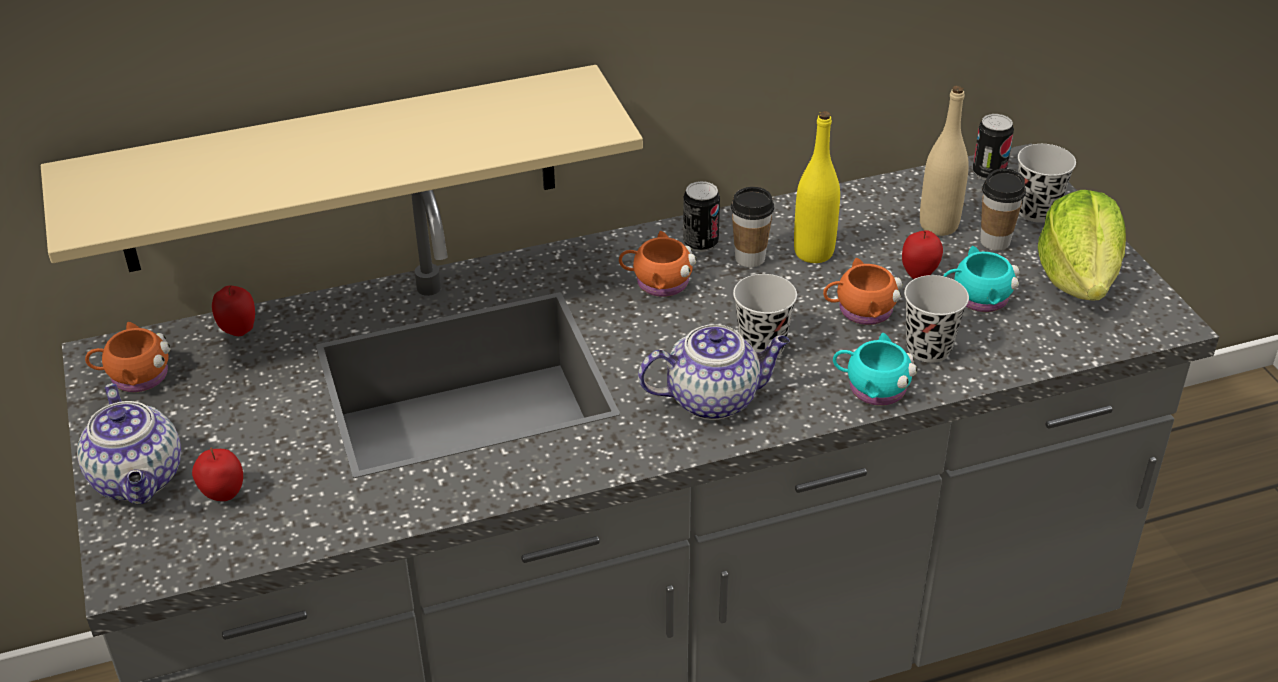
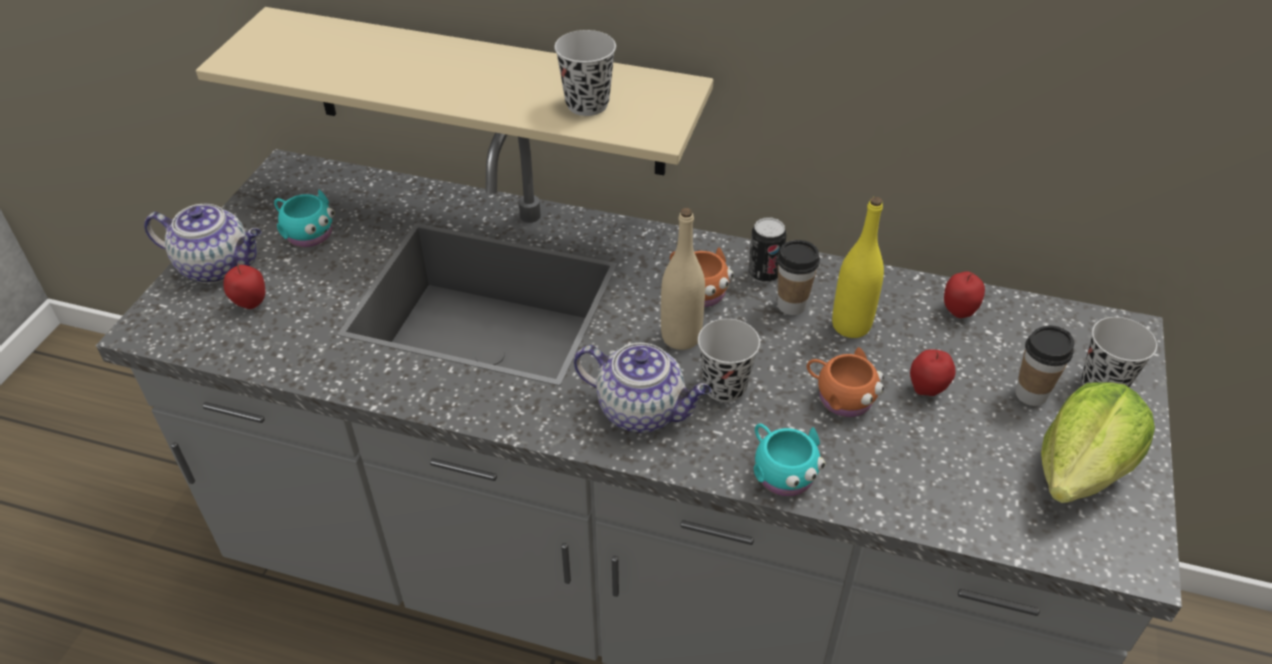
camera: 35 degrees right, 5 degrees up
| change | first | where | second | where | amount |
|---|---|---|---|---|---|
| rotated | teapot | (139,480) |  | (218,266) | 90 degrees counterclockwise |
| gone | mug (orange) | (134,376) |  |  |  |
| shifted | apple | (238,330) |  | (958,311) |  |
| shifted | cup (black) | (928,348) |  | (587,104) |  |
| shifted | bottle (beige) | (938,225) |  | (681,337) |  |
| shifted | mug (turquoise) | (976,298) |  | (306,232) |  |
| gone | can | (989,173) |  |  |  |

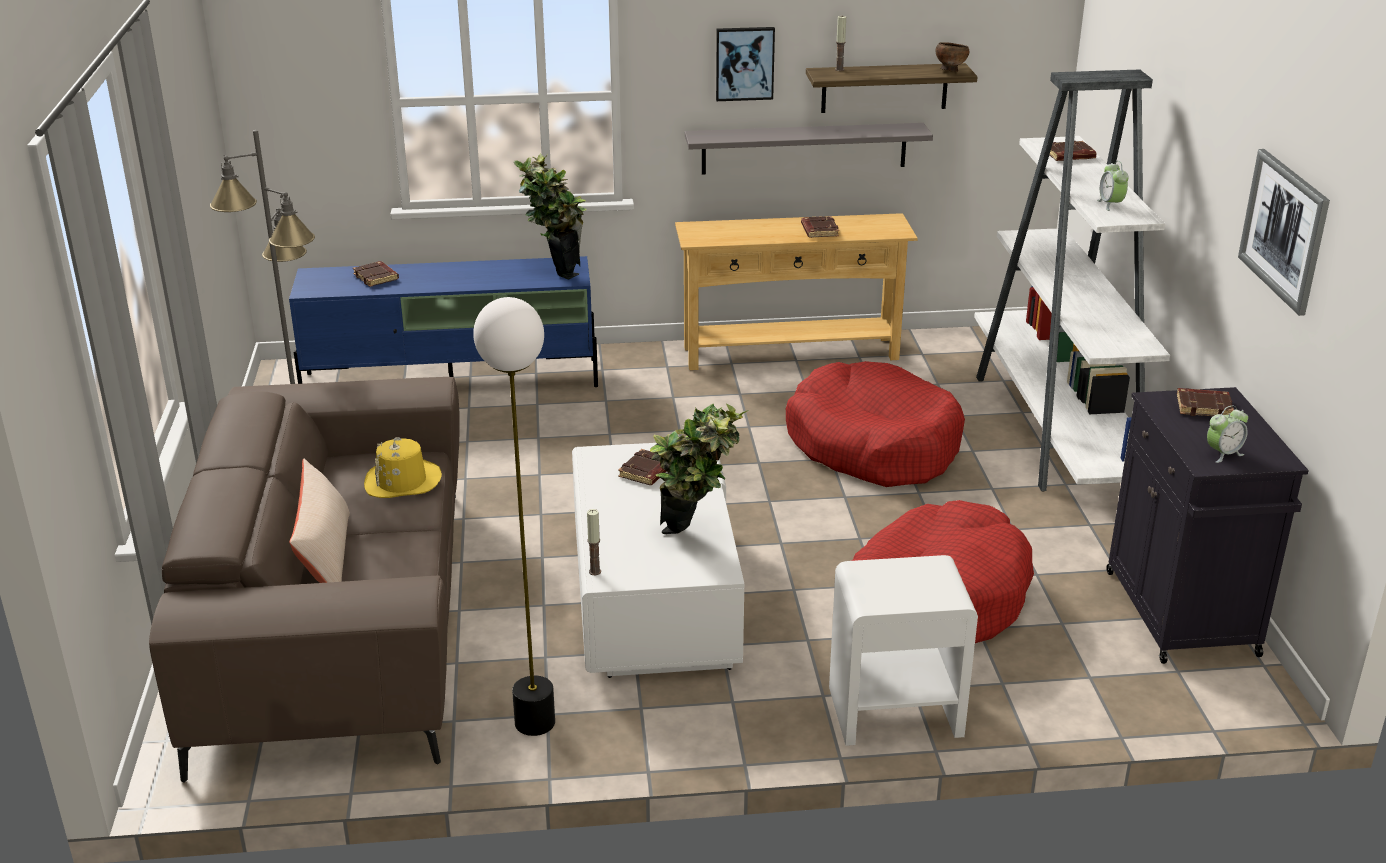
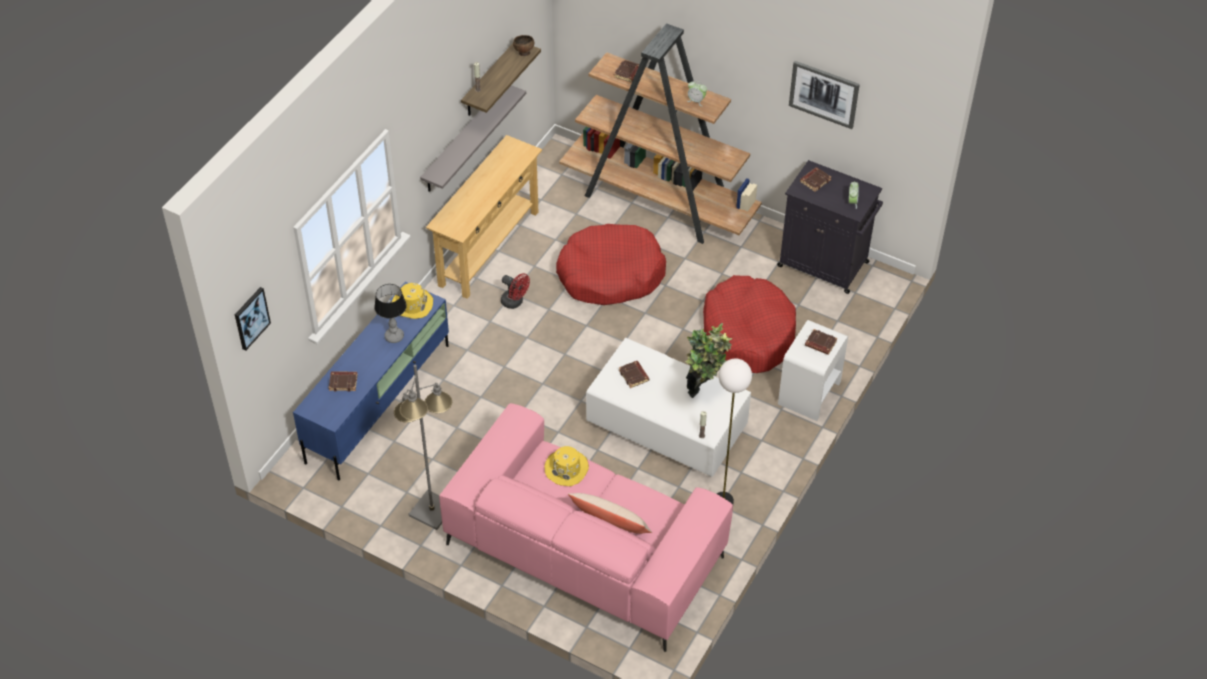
camera: 55 degrees left, 20 degrees up
| change | first | where | second | where | amount |
|---|---|---|---|---|---|
| repainted | sofa (brown) | (339,620) | sofa (pink) | (585,549) |  |
| swapped | potted plant | (554,271) | hat (yellow) | (412,304) |  |
| shifted | picture | (744,63) |  | (251,318) |  |
| shifted | book (brown) | (819,230) |  | (820,344) |  |
| repainted | bookcase (white) | (1057,430) | bookcase (brown) | (659,202) |  |
| new |  |  | table lamp | (394,337) |  |
| new |  |  | fan (red) | (515,302) |  |

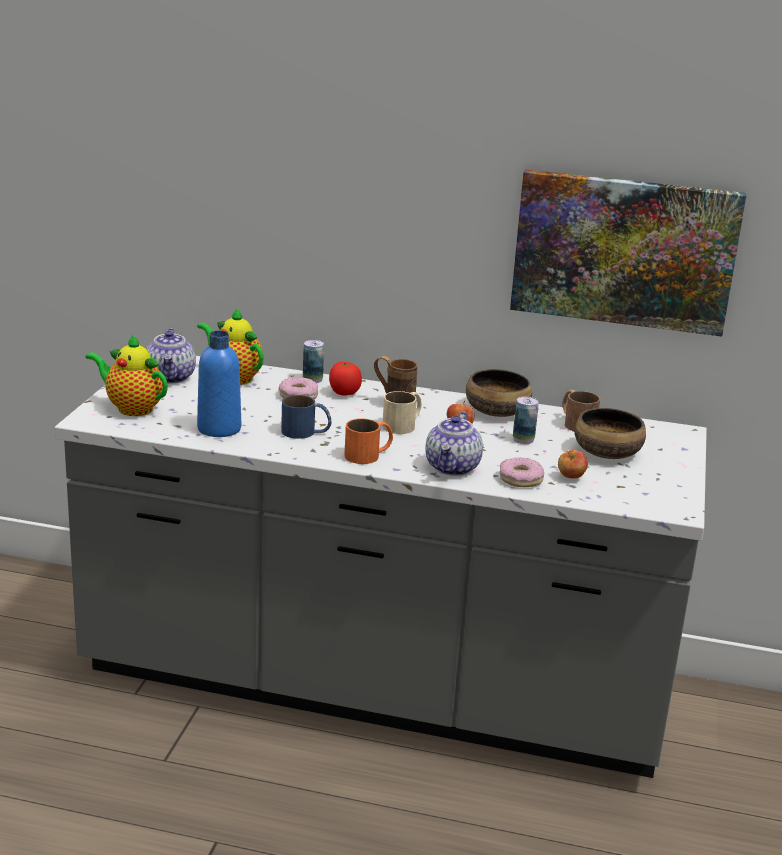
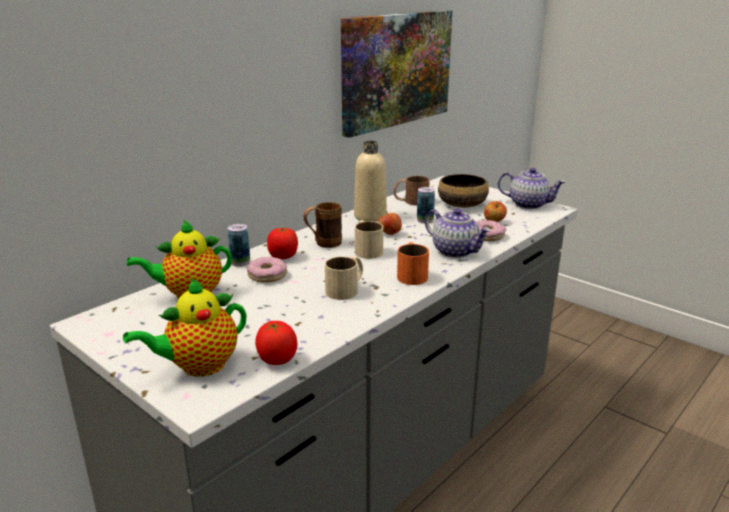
camera: 60 degrees left, 0 degrees up
| change | first | where | second | where | amount |
|---|---|---|---|---|---|
| shifted | teapot | (171,377) |  | (529,204) |  |
| gone | bottle (blue) | (219,429) |  |  |  |
| repainted | mug (blue) | (306,432) | mug (beige) | (346,289) |  |
| swapped | bowl | (496,410) | bottle (beige) | (370,216) |  |
| new |  |  | tomato | (277,360) |  |

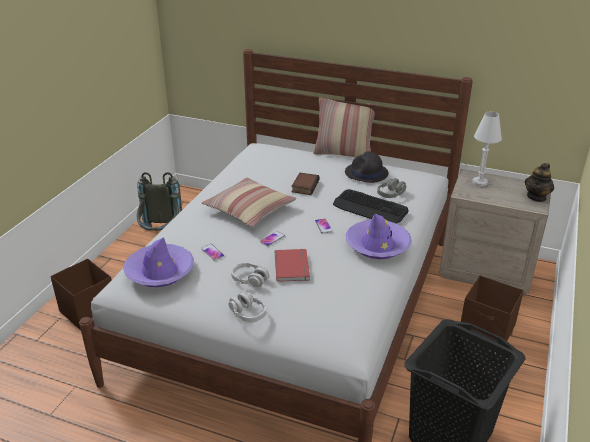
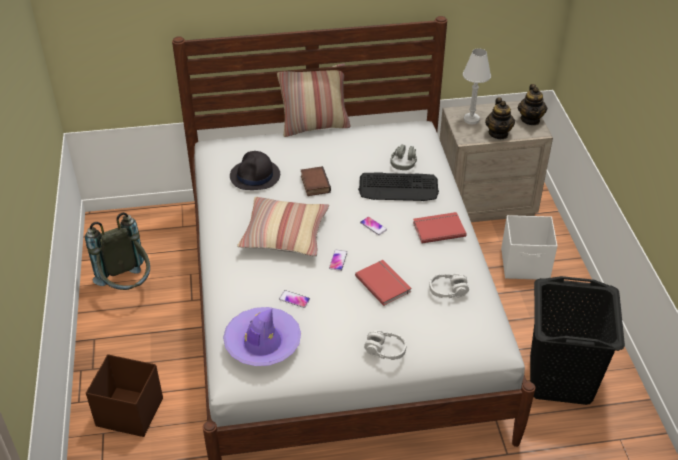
camera: 30 degrees left, 10 degrees up
| change | first | where | second | where | amount |
|---|---|---|---|---|---|
| shifted | headphones (grey) | (250,279) |  | (448,290) |  |
| shifted | hat (black) | (366,173) |  | (255,176) |  |
| swapped | hat (purple) | (377,245) | book (red) | (438,228) |  |
| repainted | storage box (brown) | (487,330) | storage box (white) | (525,265) |  |
| new |  |  | teapot | (498,133) |  |

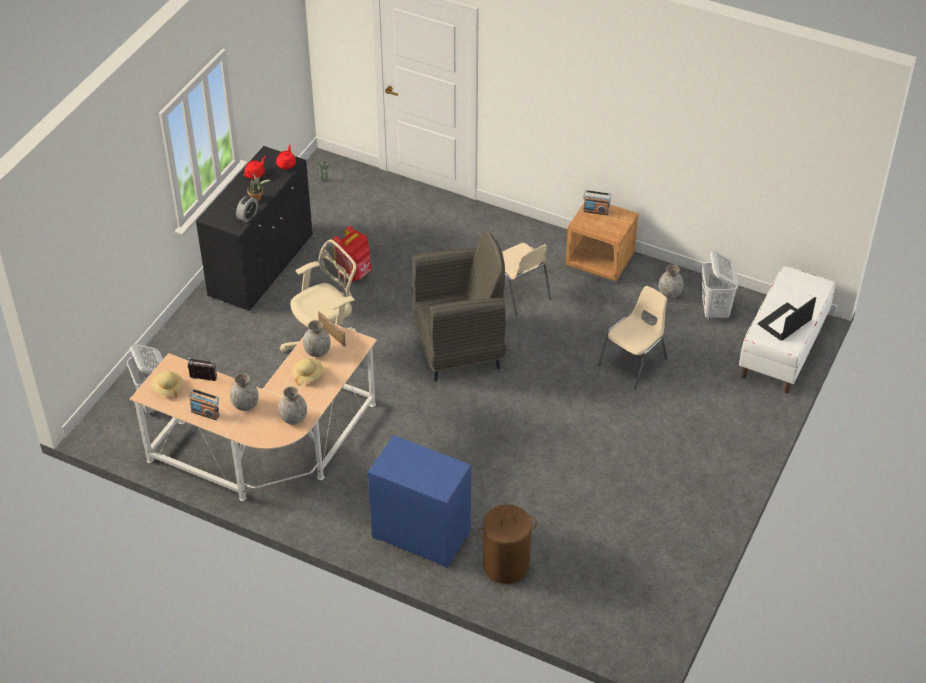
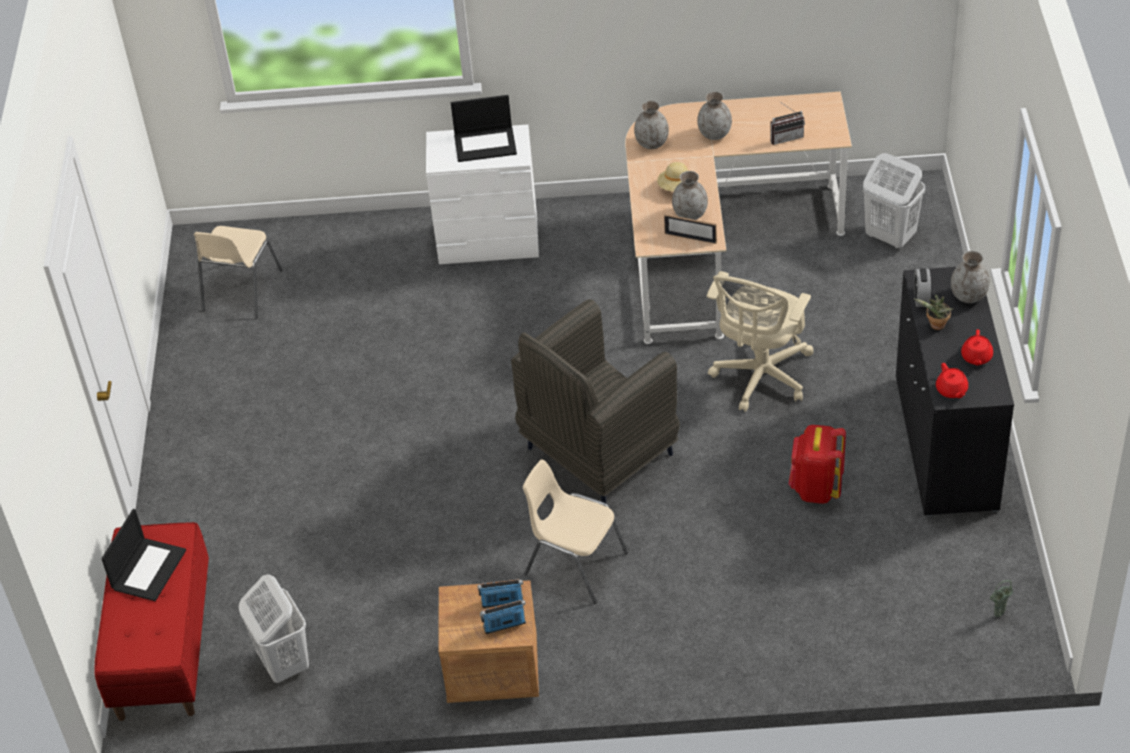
camera: 155 degrees right, 0 degrees up
| change | first | where | second | where | amount |
|---|---|---|---|---|---|
| gone | hat (beige) | (168,388) |  |  |  |
| shifted | radio | (205,413) |  | (502,602) |  |
| repainted | dresser (blue) | (421,534) | dresser (white) | (489,242) |  |
| gone | laundry basket (brown) | (505,565) |  |  |  |
| shifted | chair (beige) | (634,363) |  | (240,291) |  |
| shifted | vase (grey) | (669,293) |  | (968,296) |  |
| repainted | bench (white) | (783,349) | bench (red) | (163,646) |  |
| new |  |  | laptop | (486,144) |  |

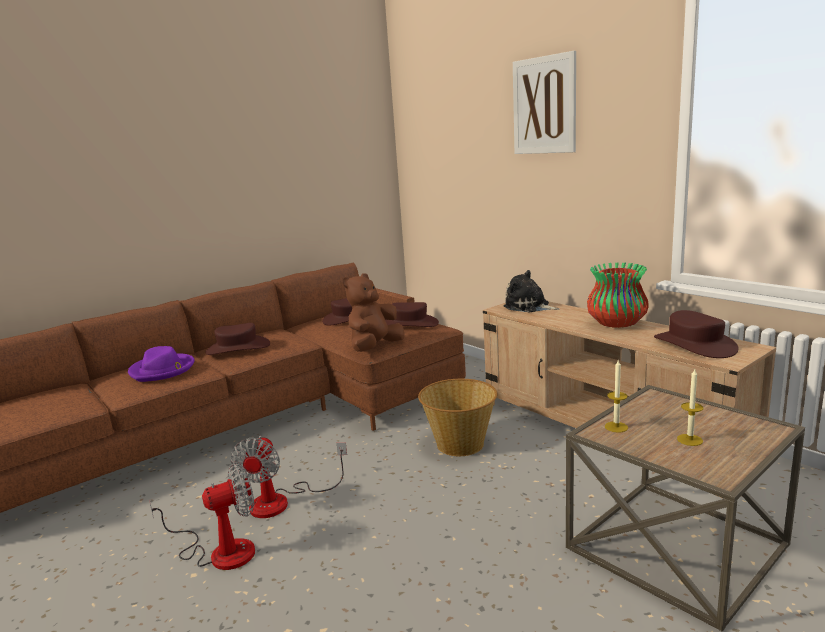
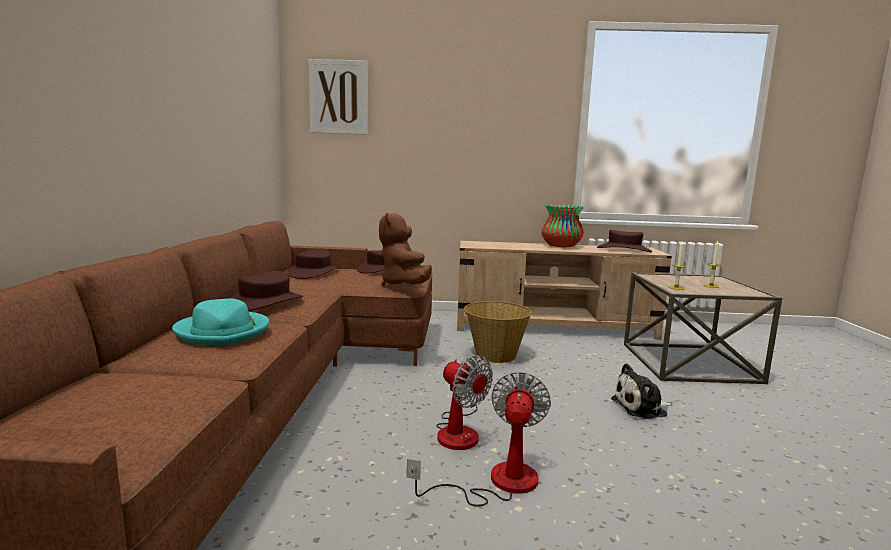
camera: 50 degrees left, 5 degrees down
| change | first | where | second | where | amount |
|---|---|---|---|---|---|
| repainted | hat (purple) | (162,370) | hat (turquoise) | (223,331) |  |
| shifted | plush toy | (528,307) |  | (642,408) |  |
| shifted | picture | (544,105) |  | (338,97) |  |

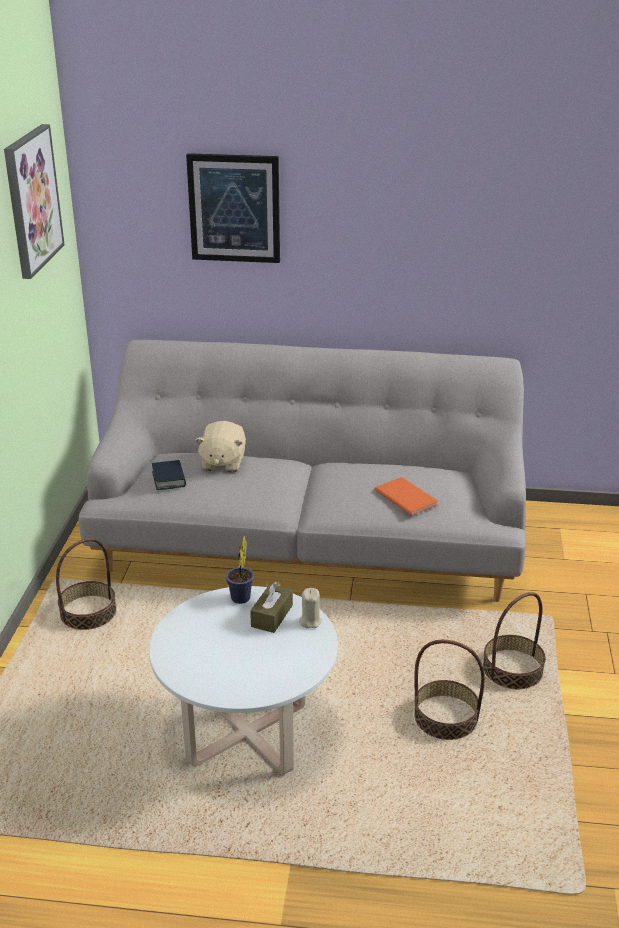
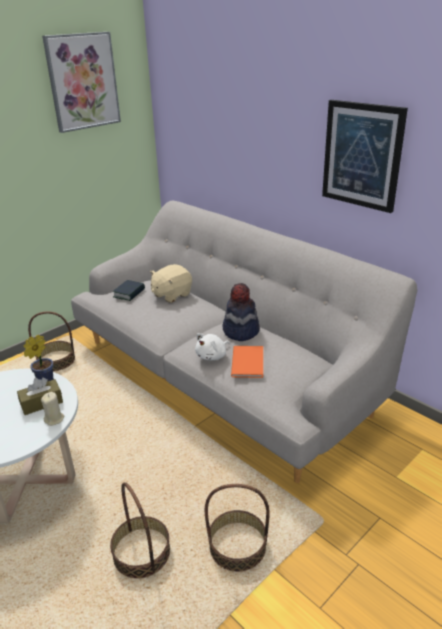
camera: 40 degrees right, 0 degrees up
| change | first | where | second | where | amount |
|---|---|---|---|---|---|
| shifted | picture | (234,208) |  | (362,155) |  |
| new |  |  | plush toy (white) | (212,356) |  |
| new |  |  | hat | (240,331) |  |

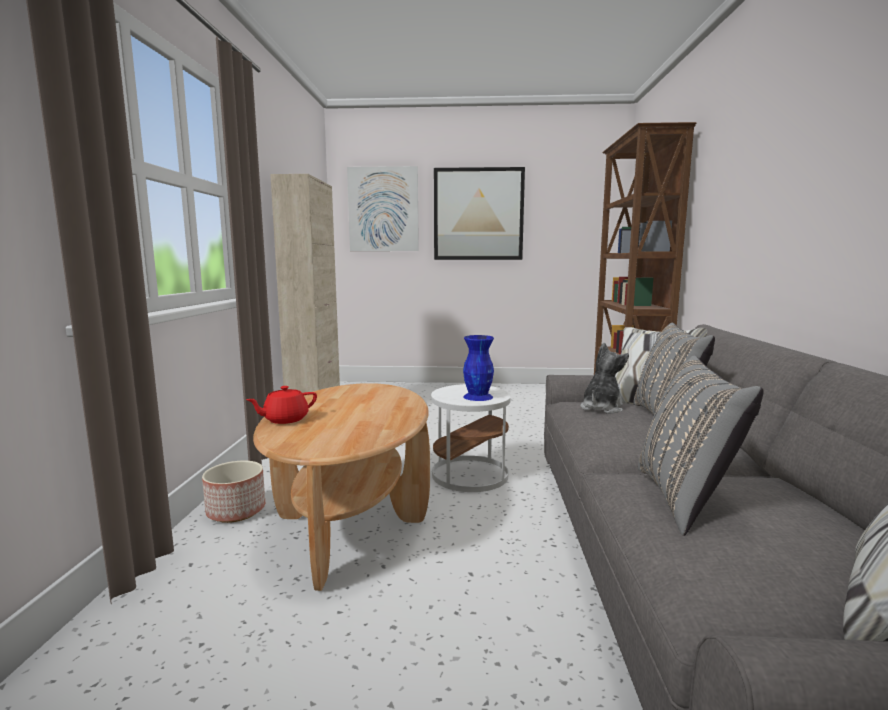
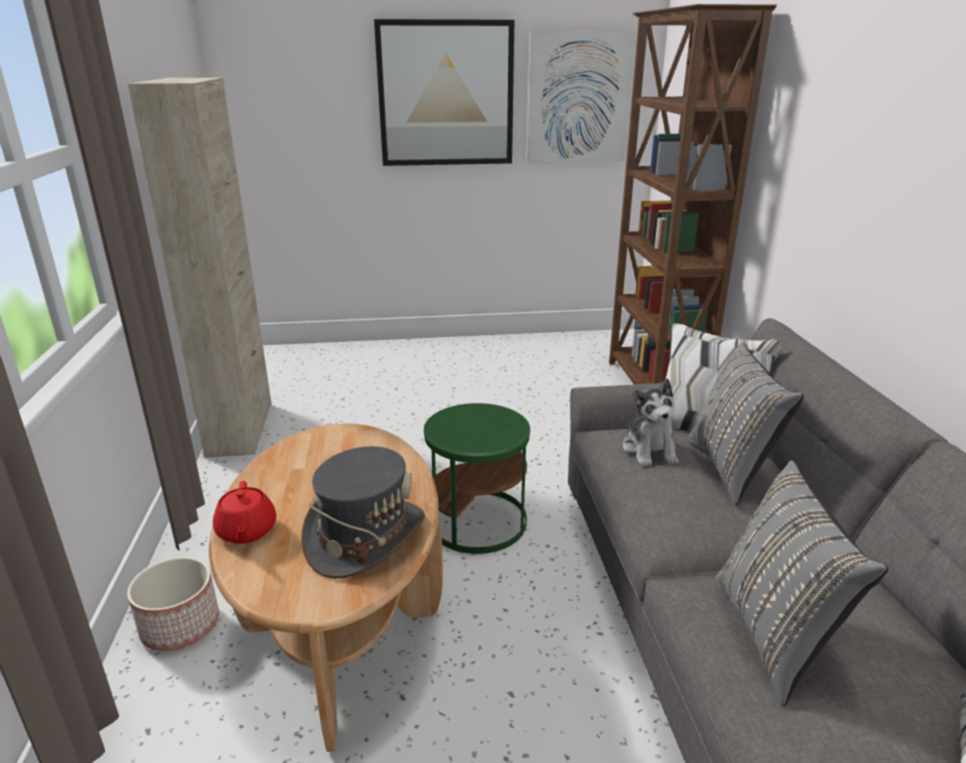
camera: 10 degrees left, 15 degrees up
| change | first | where | second | where | amount |
|---|---|---|---|---|---|
| rotated | teapot (red) | (285,419) |  | (246,531) | 60 degrees counterclockwise |
| shifted | picture | (383,209) |  | (578,98) |  |
| repainted | side table (white) | (470,474) | side table (green) | (478,521) |  |
| gone | vase (blue) | (478,396) |  |  |  |
| rotated | plush toy | (601,408) |  | (649,450) | 150 degrees clockwise |
| new |  |  | hat (grey) | (365,536) |  |

